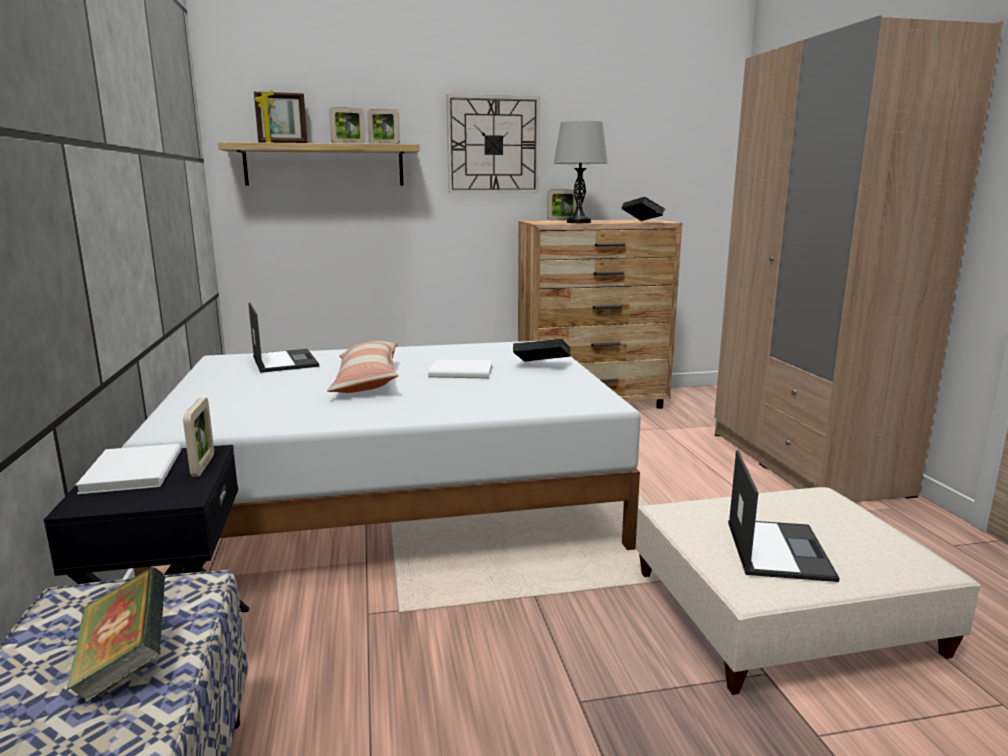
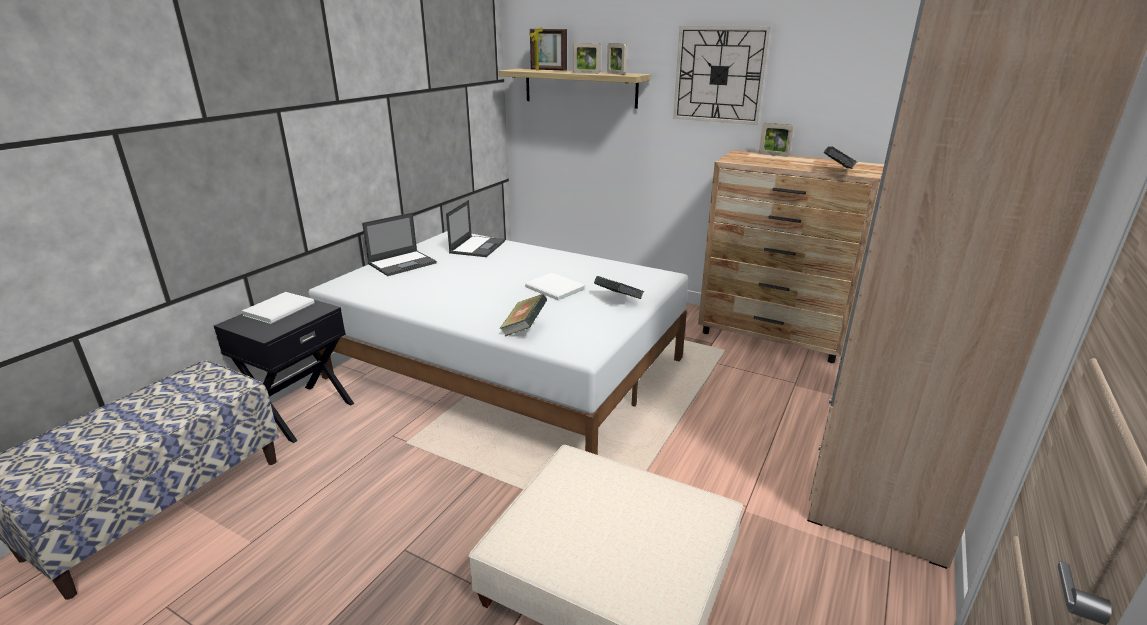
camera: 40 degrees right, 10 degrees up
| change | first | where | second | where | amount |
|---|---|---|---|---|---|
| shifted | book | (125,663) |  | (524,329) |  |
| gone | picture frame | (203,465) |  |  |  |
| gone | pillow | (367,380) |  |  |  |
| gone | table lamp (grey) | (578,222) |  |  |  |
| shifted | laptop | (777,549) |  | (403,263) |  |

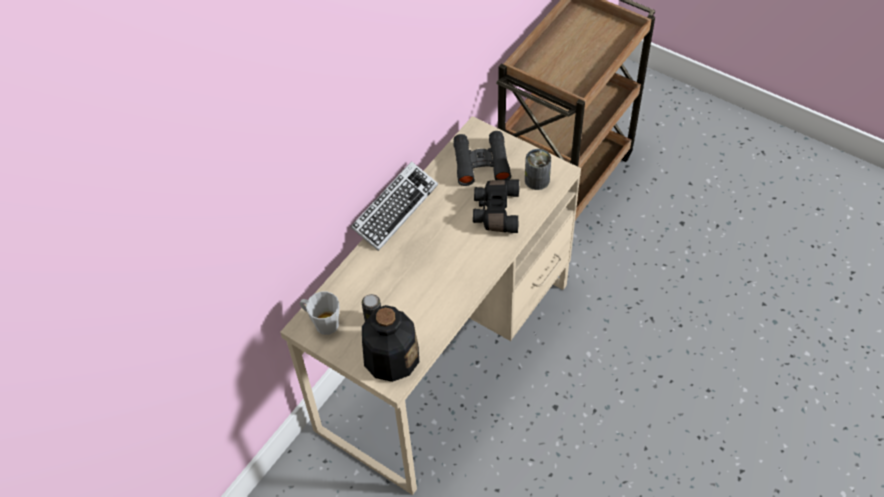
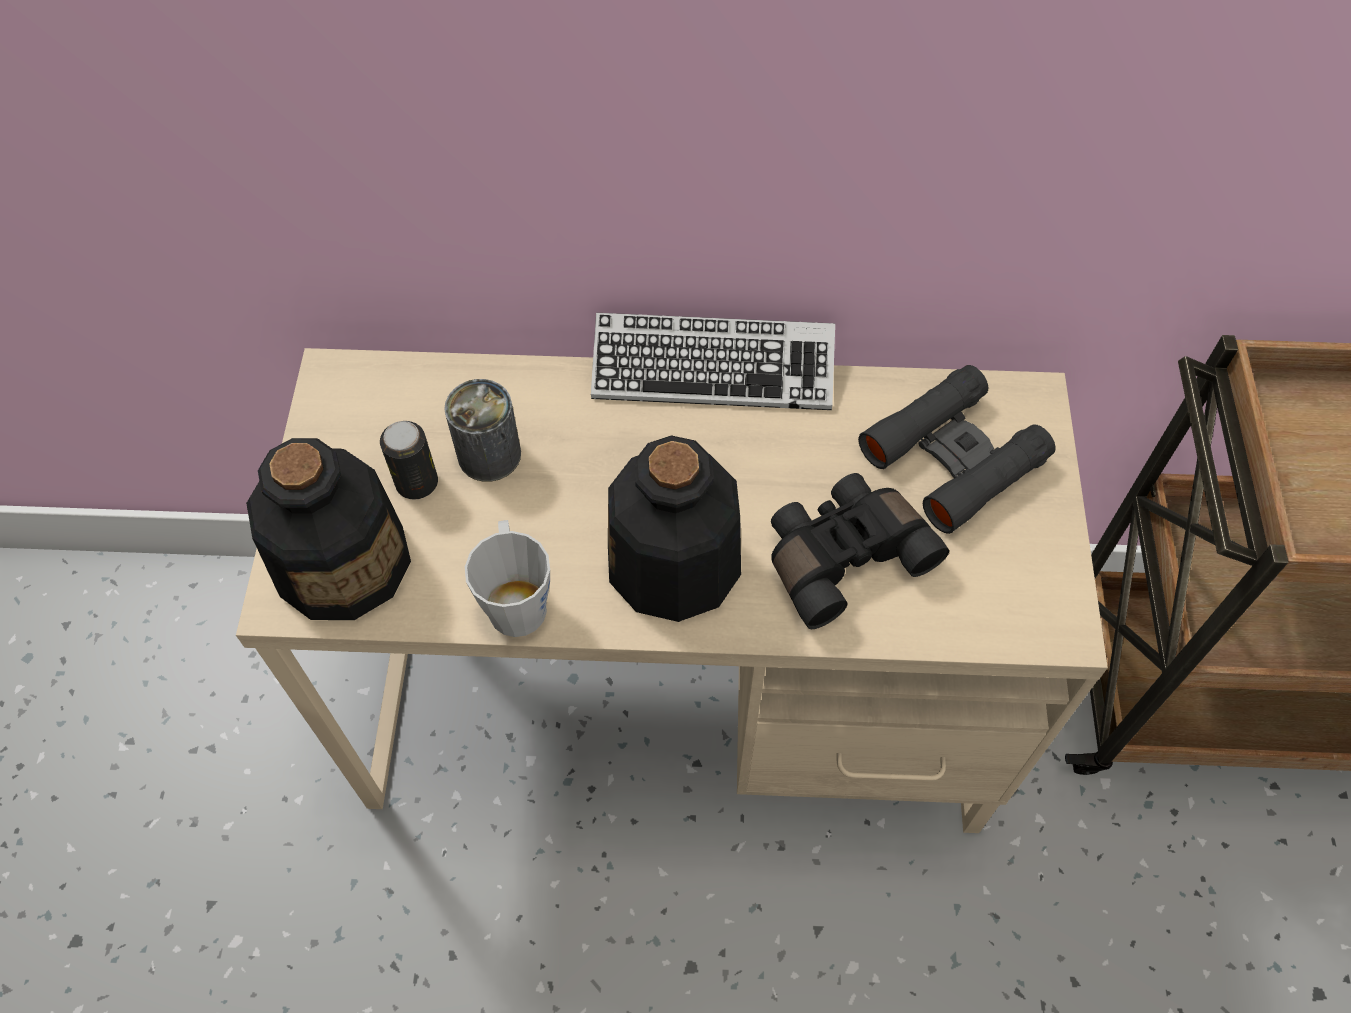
camera: 55 degrees right, 5 degrees up
| change | first | where | second | where | amount |
|---|---|---|---|---|---|
| shifted | mug (grey) | (322,323) |  | (516,599) |  |
| shifted | can | (537,180) |  | (489,454) |  |
| new |  |  | bottle | (674,564) |  |

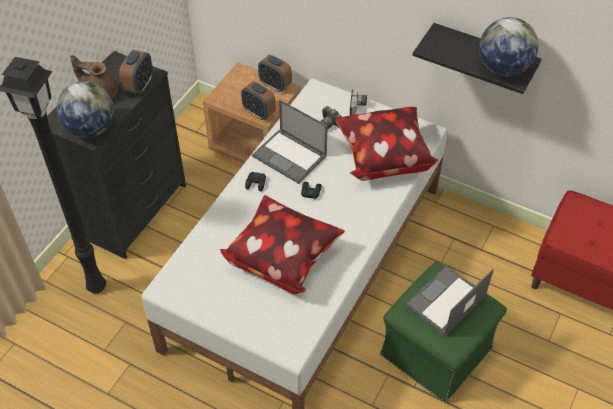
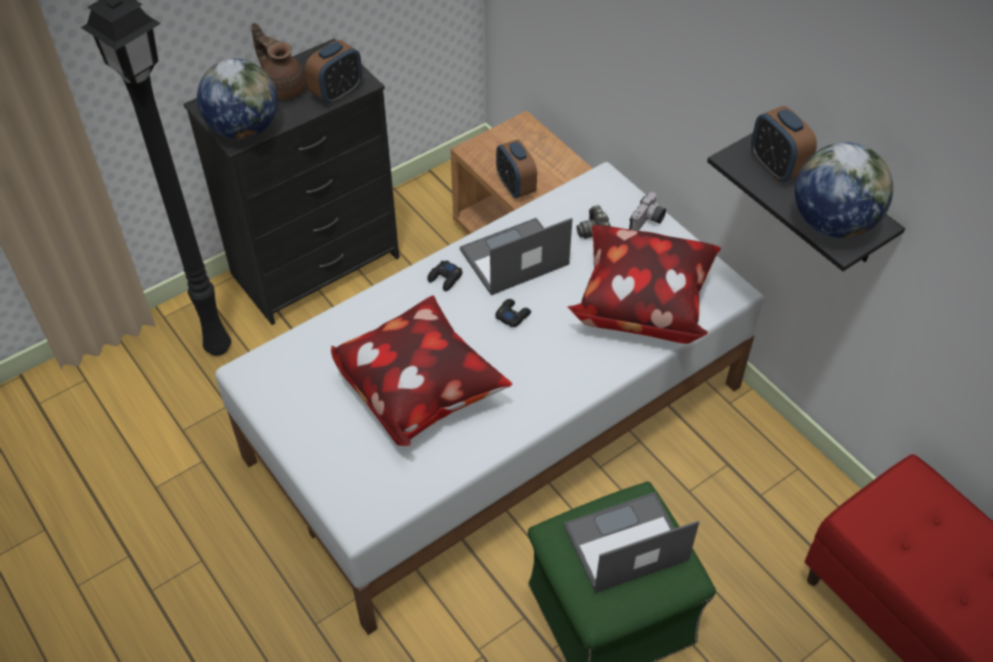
camera: 25 degrees right, 0 degrees up
| change | first | where | second | where | amount |
|---|---|---|---|---|---|
| rotated | laptop | (290,156) |  | (513,258) | 90 degrees clockwise |
| shifted | alarm clock | (275,85) |  | (776,167) |  |

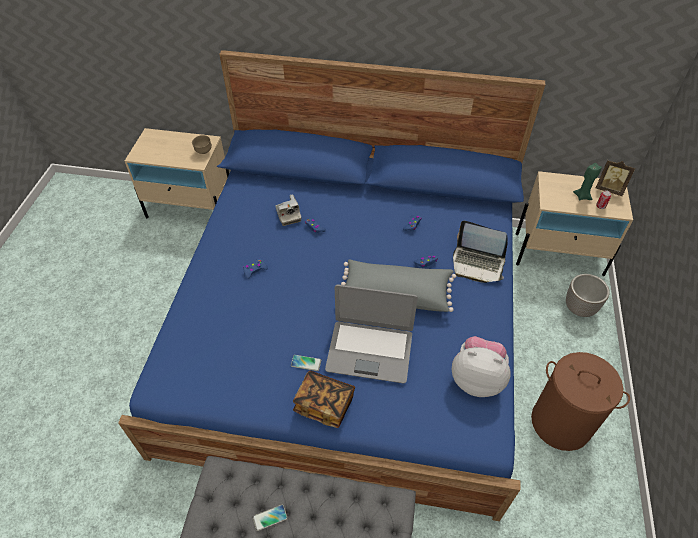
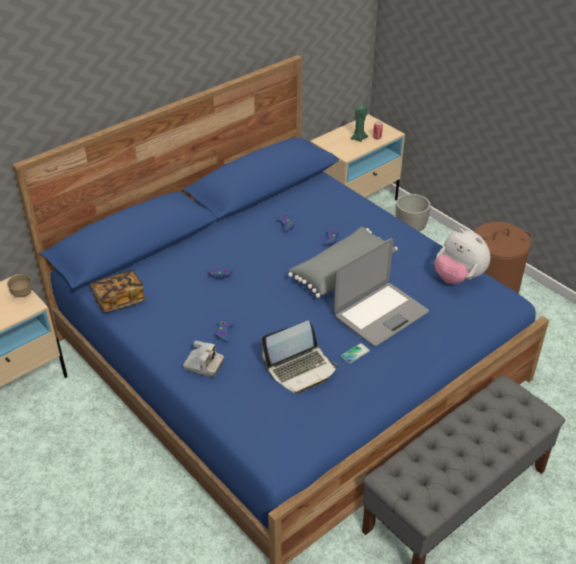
camera: 50 degrees left, 10 degrees down
| change | first | where | second | where | amount |
|---|---|---|---|---|---|
| gone | phone | (270,517) |  |  |  |
| shifted | photo camera | (288,215) |  | (203,365) |  |
| shifted | book | (324,404) |  | (119,299) |  |
| rotated | plush toy | (477,379) |  | (458,278) | 105 degrees counterclockwise |
| shifted | laptop | (478,264) |  | (301,369) |  |
| gone | picture frame | (609,189) |  |  |  |

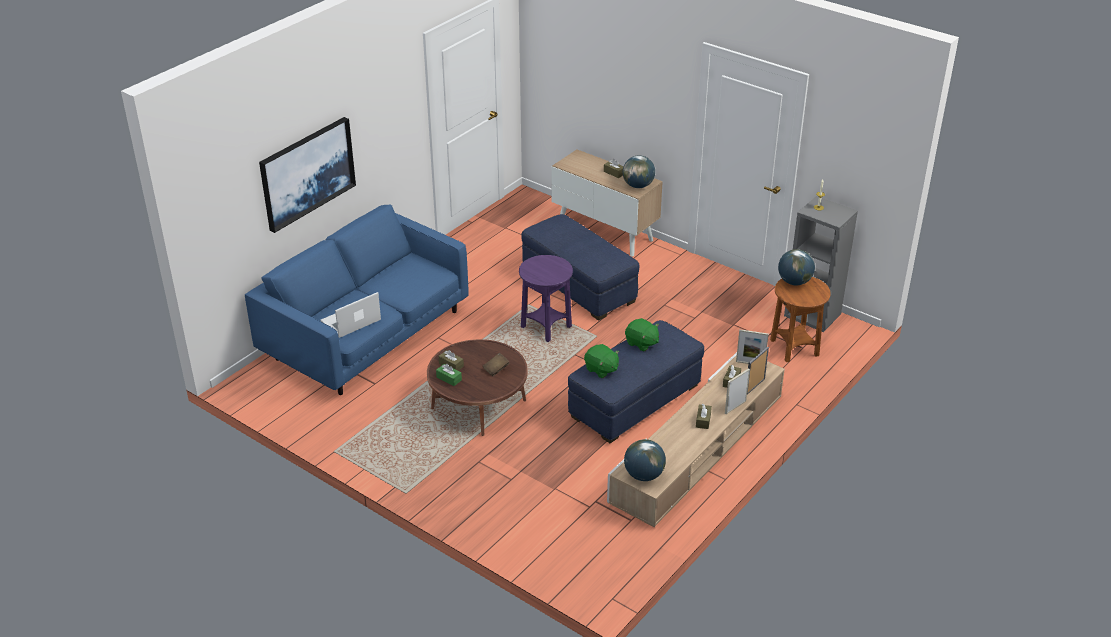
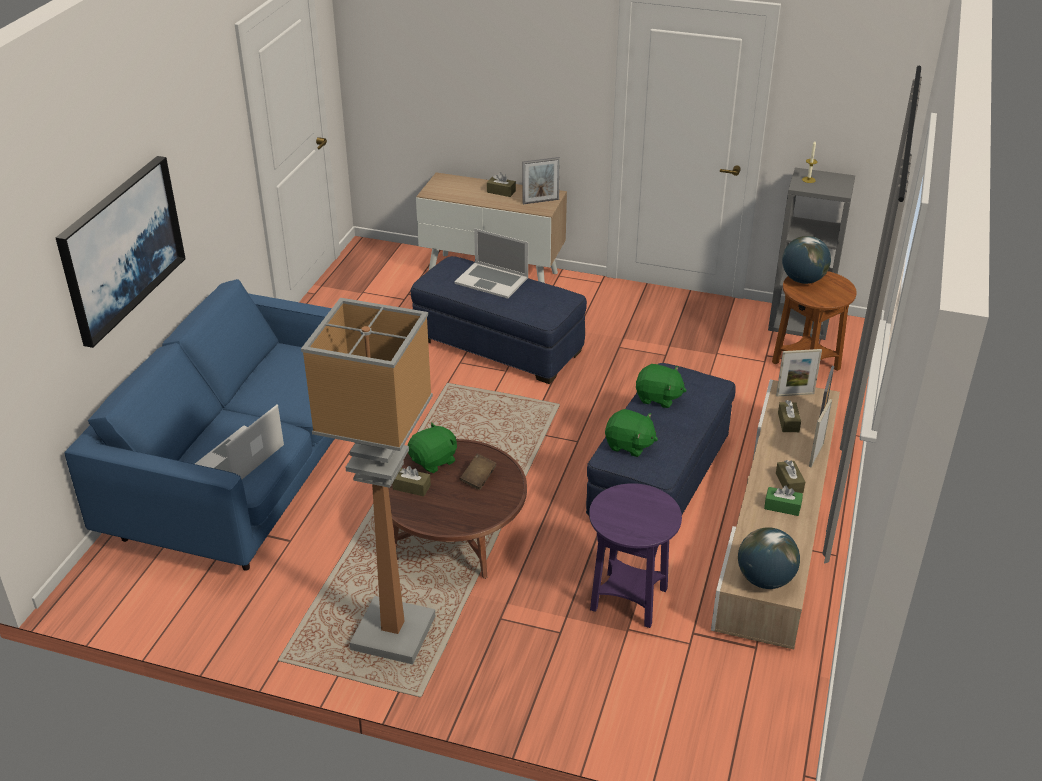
camera: 20 degrees left, 0 degrees up
| change | first | where | second | where | amount |
|---|---|---|---|---|---|
| shifted | tissue box (green) | (449,378) |  | (782,506) |  |
| shifted | side table (purple) | (546,327) |  | (628,599) |  |
| swapped | globe | (638,185) | picture frame | (540,201) |  |
| new |  |  | floor lamp | (391,634) |  |
| new |  |  | plush toy (green) | (434,461) |  |
| new |  |  | laptop | (492,280) |  |

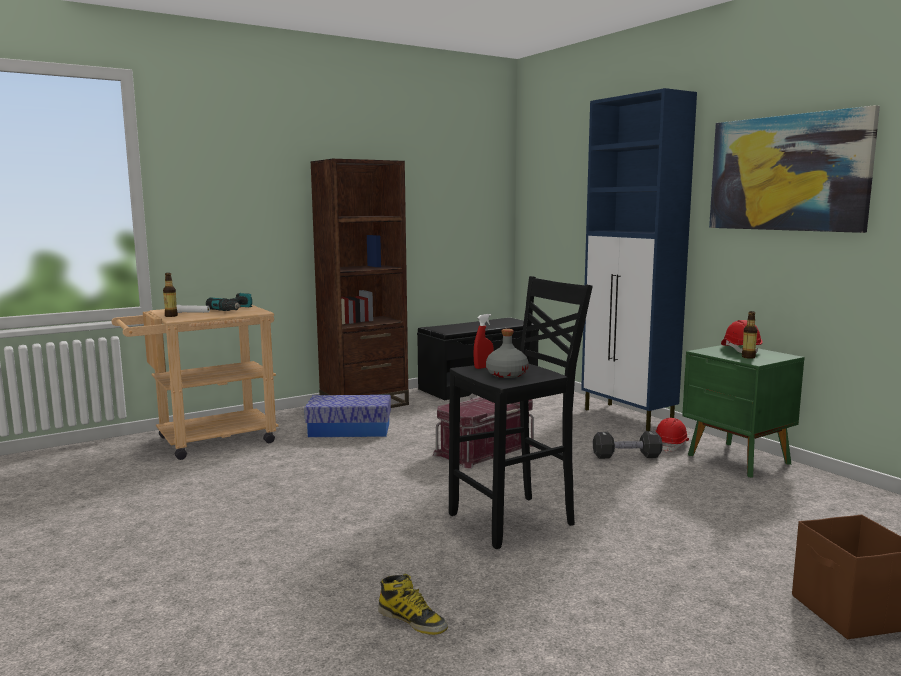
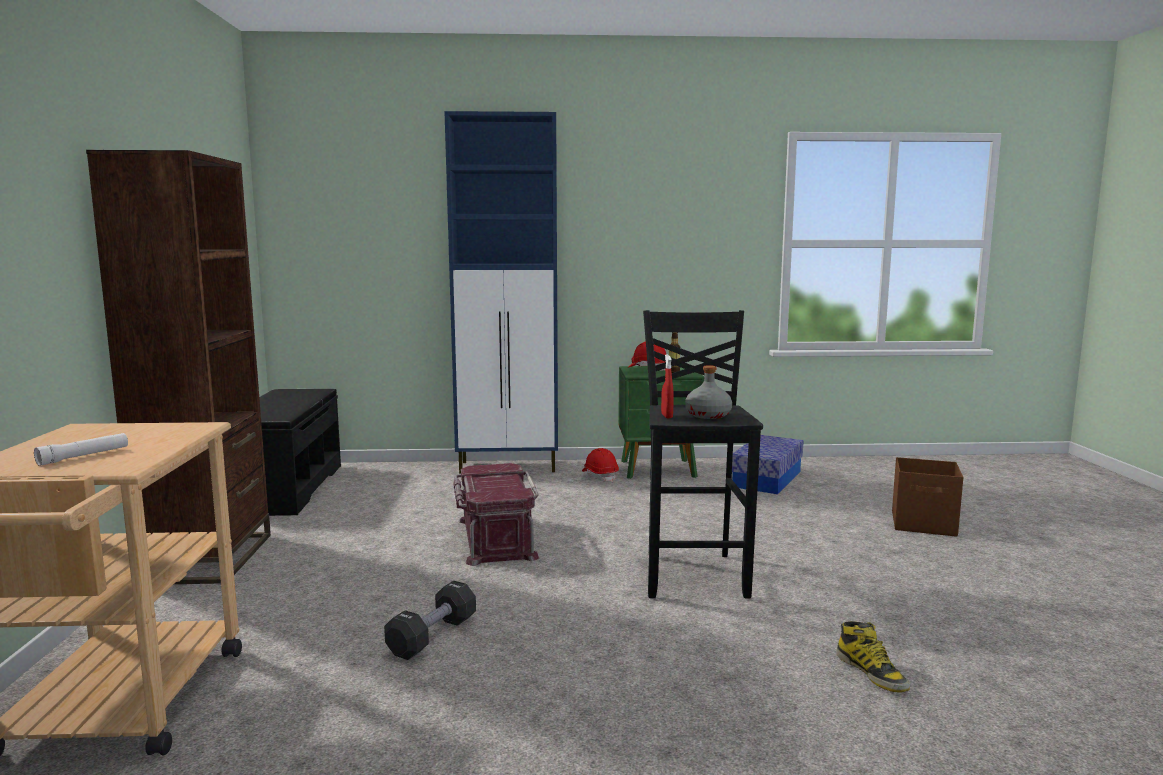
camera: 60 degrees left, 0 degrees up
| change | first | where | second | where | amount |
|---|---|---|---|---|---|
| gone | bottle | (171,316) |  |  |  |
| gone | power drill | (234,310) |  |  |  |
| shifted | storage box | (349,430) |  | (767,479) |  |
| rotated | boot | (412,620) |  | (872,672) | 90 degrees clockwise |
| shifted | dumbbell (black) | (626,456) |  | (432,636) |  |
| gone | picture | (787,173) |  |  |  |

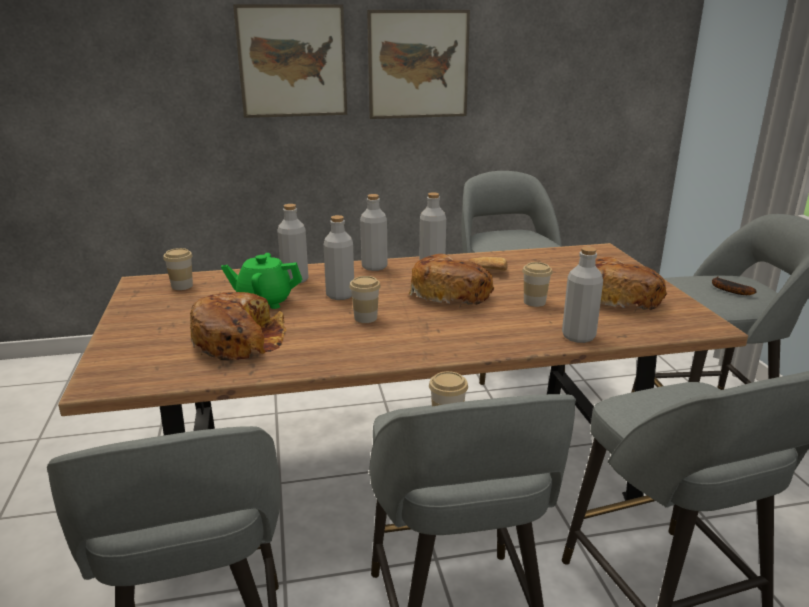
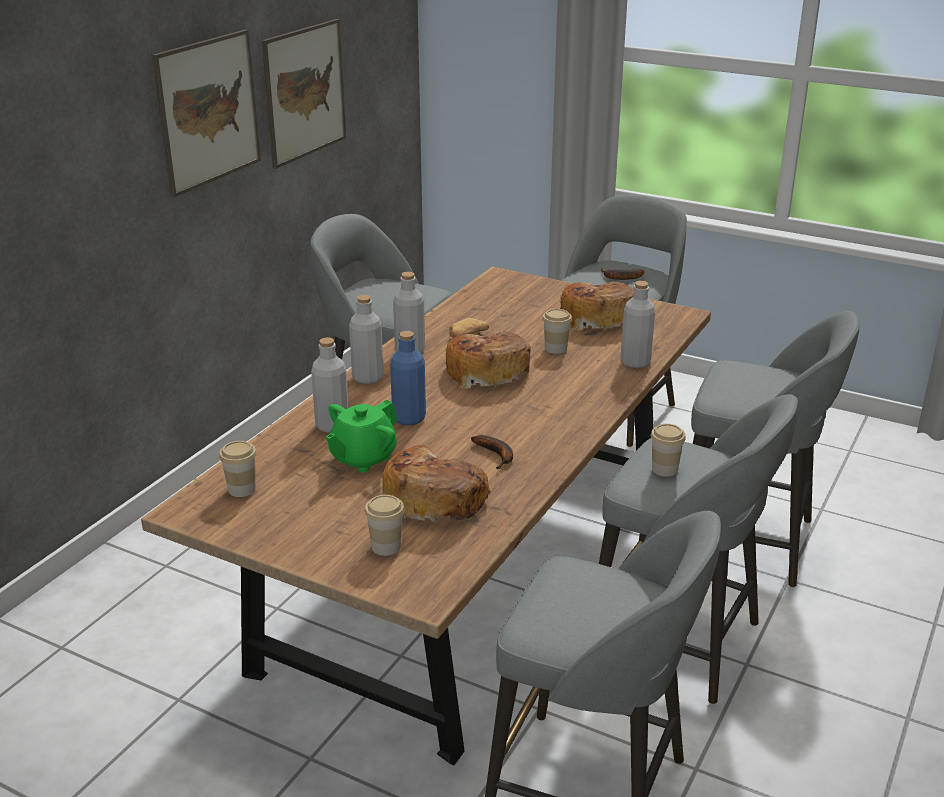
camera: 50 degrees left, 5 degrees up
| change | first | where | second | where | amount |
|---|---|---|---|---|---|
| shifted | picture | (292,61) |  | (305,92) |  |
| repainted | bottle (grey) | (340,295) | bottle (blue) | (409,418) |  |
| shifted | cup | (365,318) |  | (386,546) |  |
| new |  |  | banana | (497,455) |  |

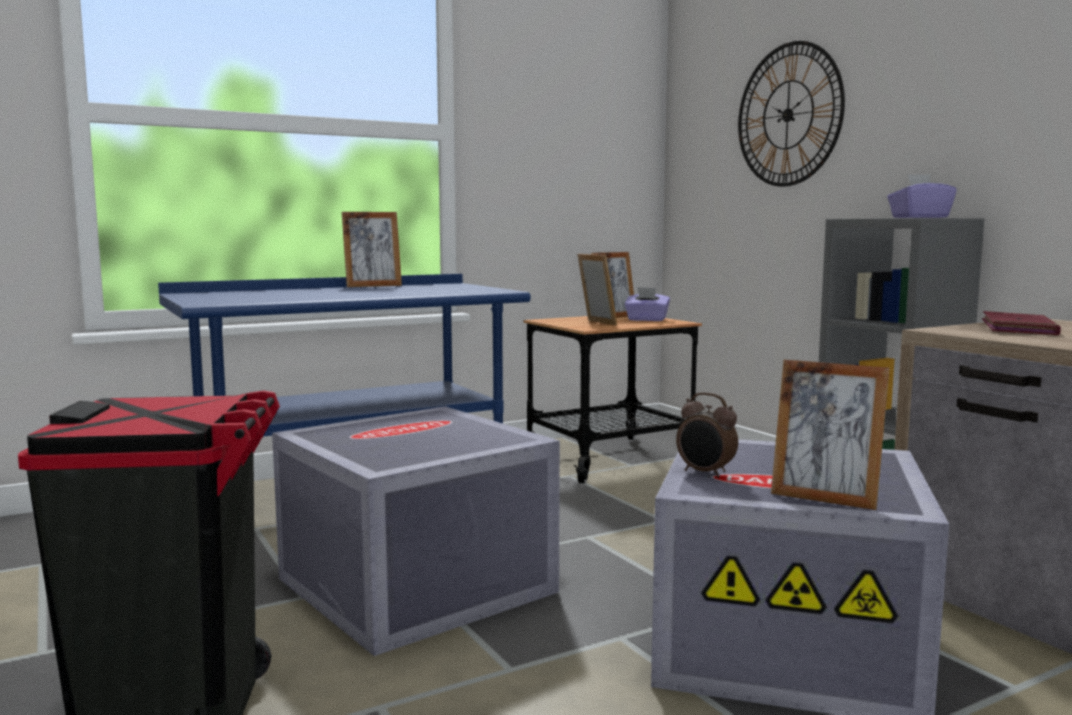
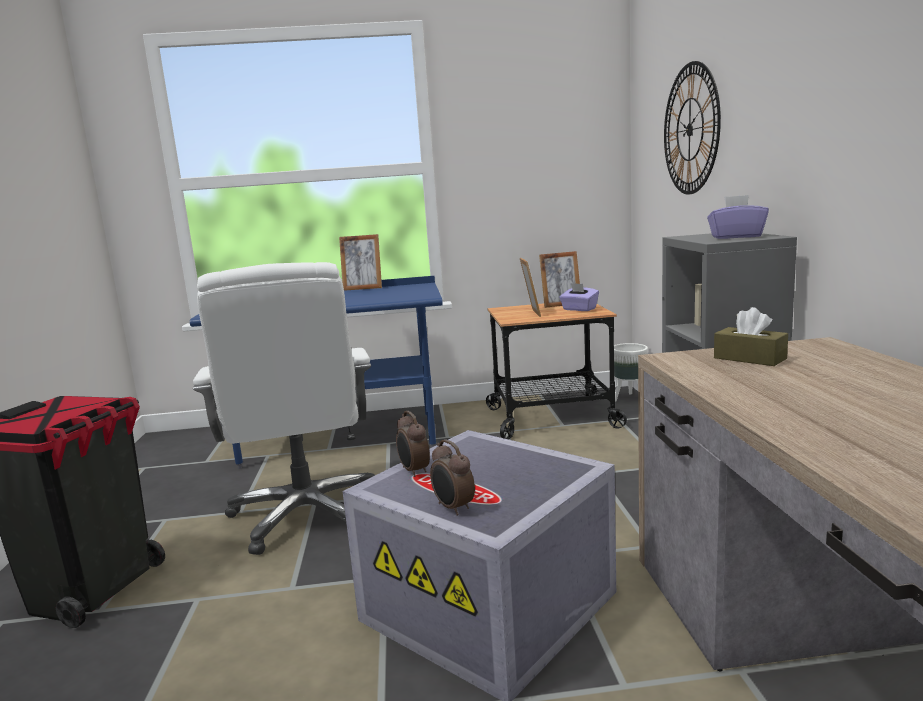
camera: 25 degrees right, 5 degrees up
| change | first | where | second | where | amount |
|---|---|---|---|---|---|
| swapped | storage box (grey) | (415,587) | office chair (white) | (306,514) |  |
| swapped | picture frame | (825,498) | alarm clock | (453,508) |  |
| swapped | book (red) | (1018,329) | tissue box (brown) | (749,358) |  |
| new |  |  | planter (white) | (630,399) |  |

